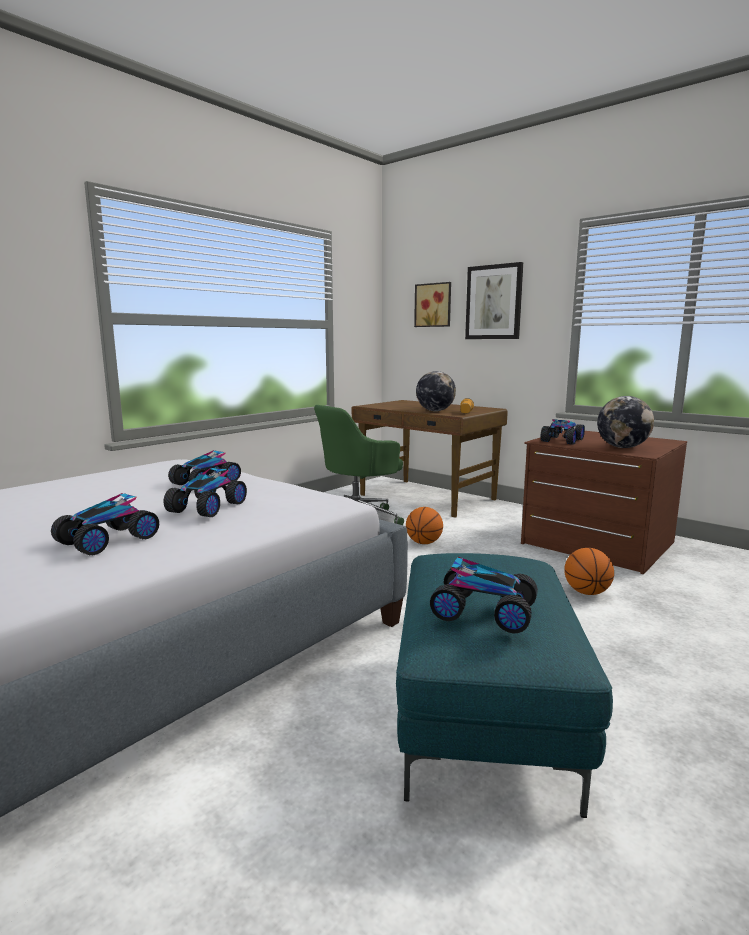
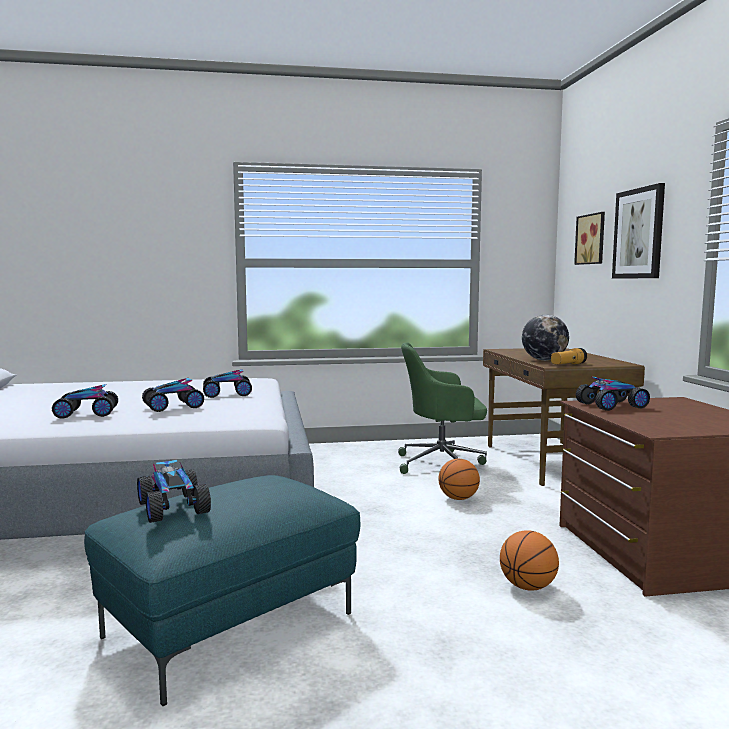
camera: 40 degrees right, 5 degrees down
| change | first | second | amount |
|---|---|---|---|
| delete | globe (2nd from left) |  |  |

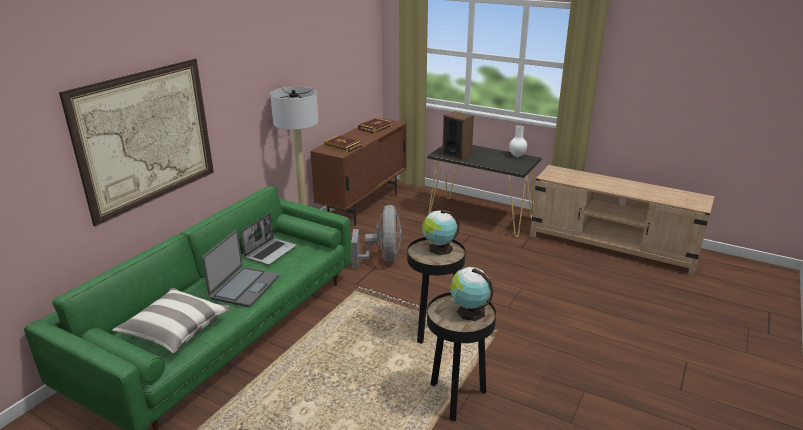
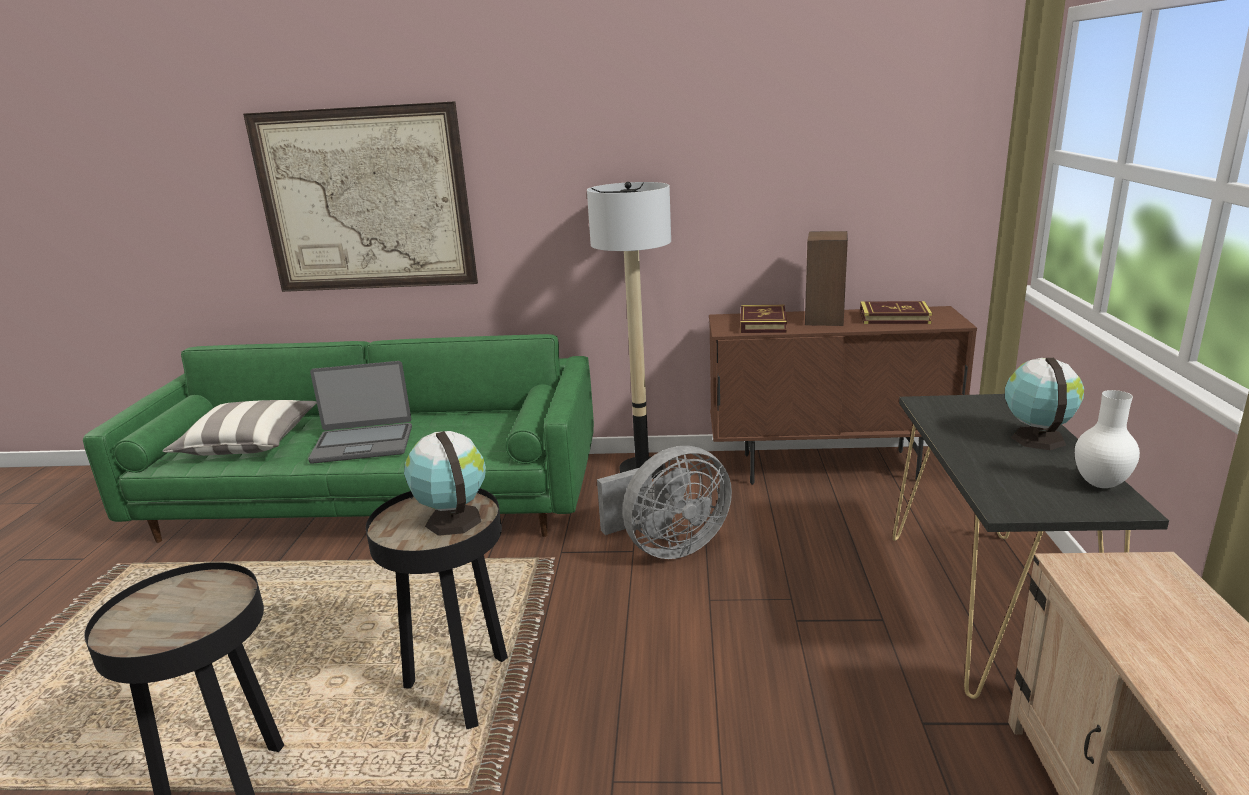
camera: 65 degrees right, 5 degrees down
| change | first | second | amount |
|---|---|---|---|
| move | speaker |  |  |
| delete | laptop (2nd from left) |  |  |
| move | globe (2nd from left) |  |  |

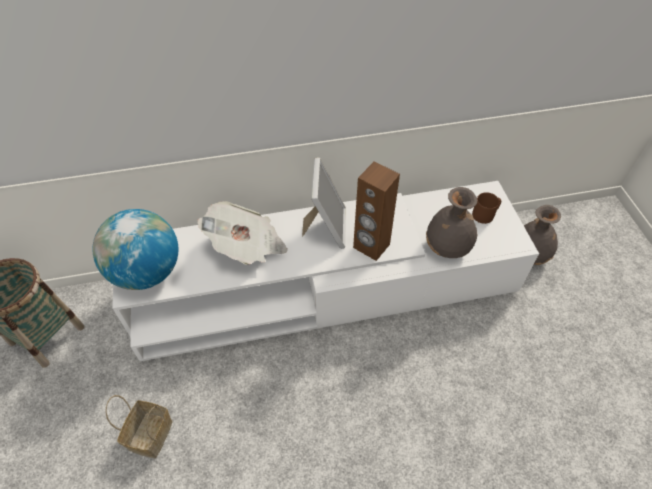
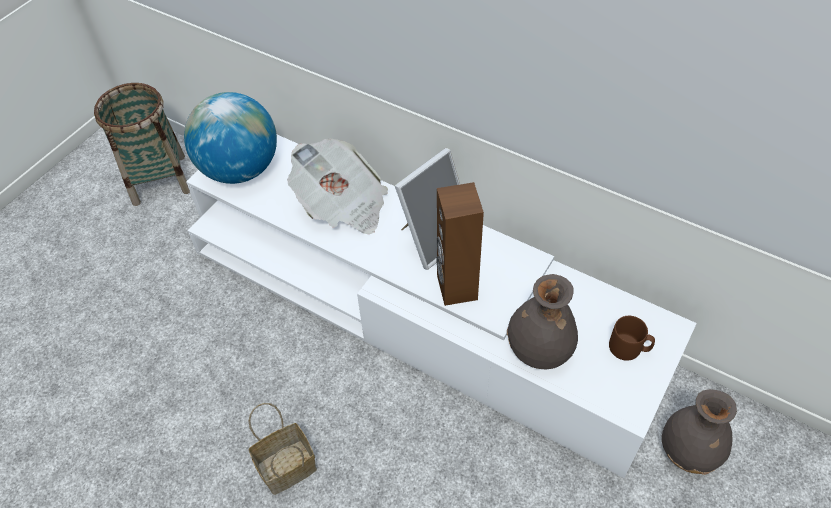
camera: 45 degrees right, 0 degrees up
| change | first | second | amount |
|---|---|---|---|
| move | basket (2nd from left) |  |  |

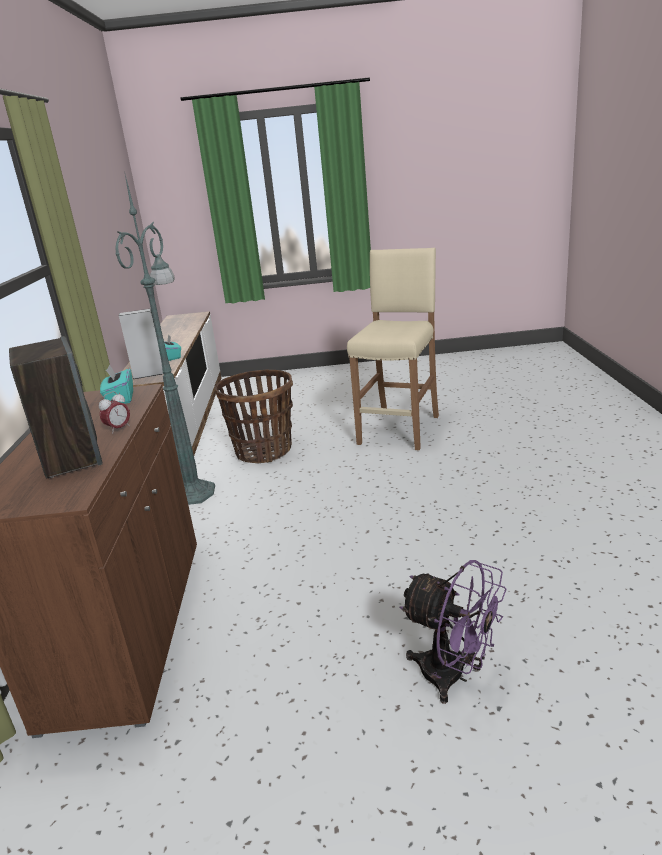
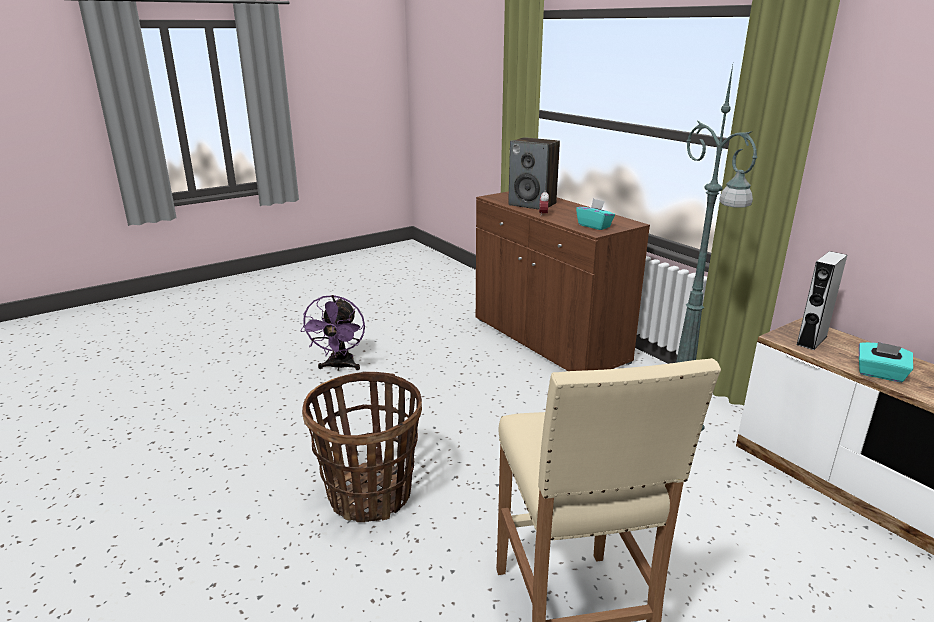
camera: 145 degrees right, 0 degrees up
| change | first | second | amount |
|---|---|---|---|
| move | basket |  |  |
| rotate | fan/purple |  | 90 degrees counterclockwise |

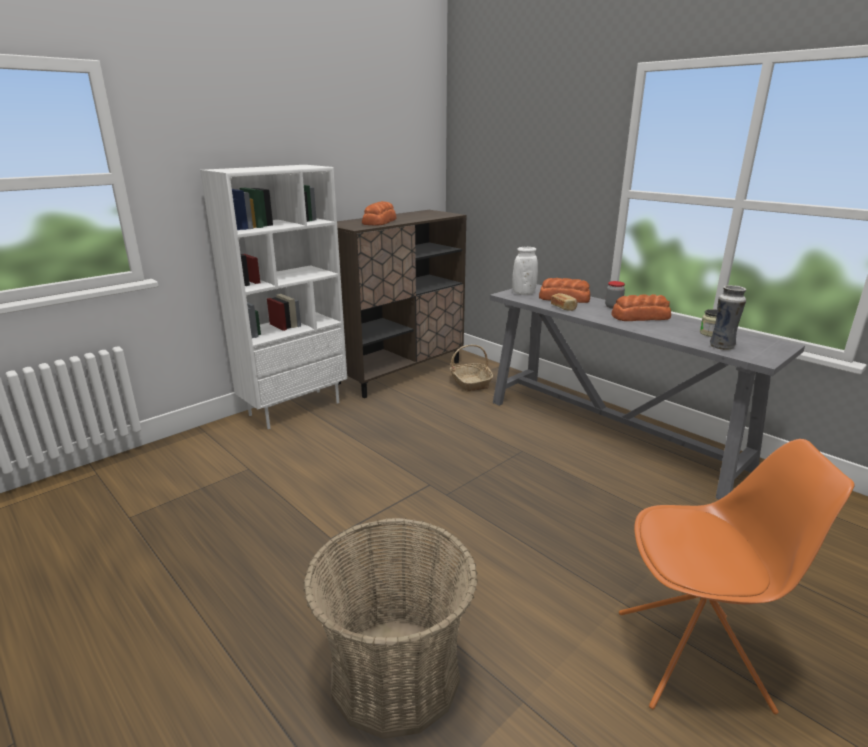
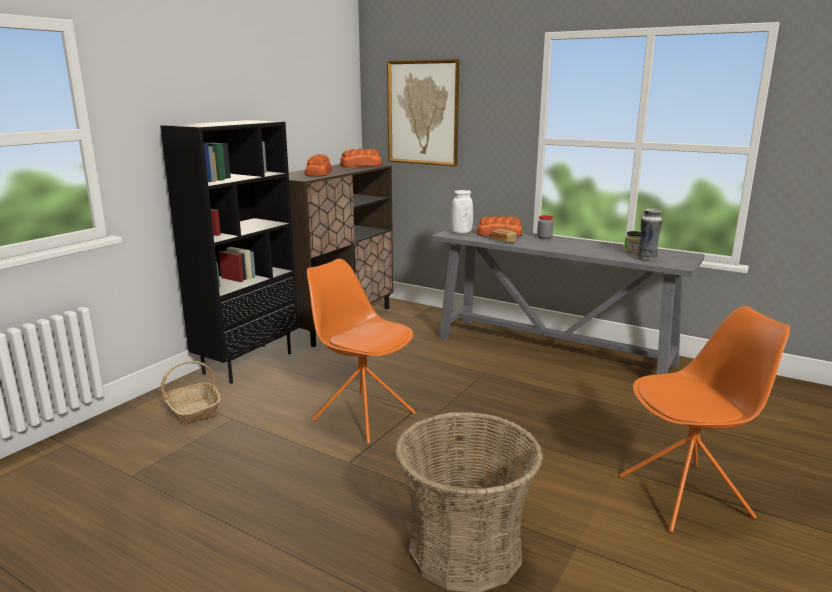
camera: 15 degrees left, 5 degrees down
| change | first | second | amount |
|---|---|---|---|
| recolor | bookcase/white | bookcase/black |  |
| move | bread (4th from left in the first image) | bread (2nd from left) |  |
| move | basket (2nd from left in the first image) | basket (1st from left) |  |
| insert |  | picture |  |
| insert |  | chair/orange (1st from left) |  |

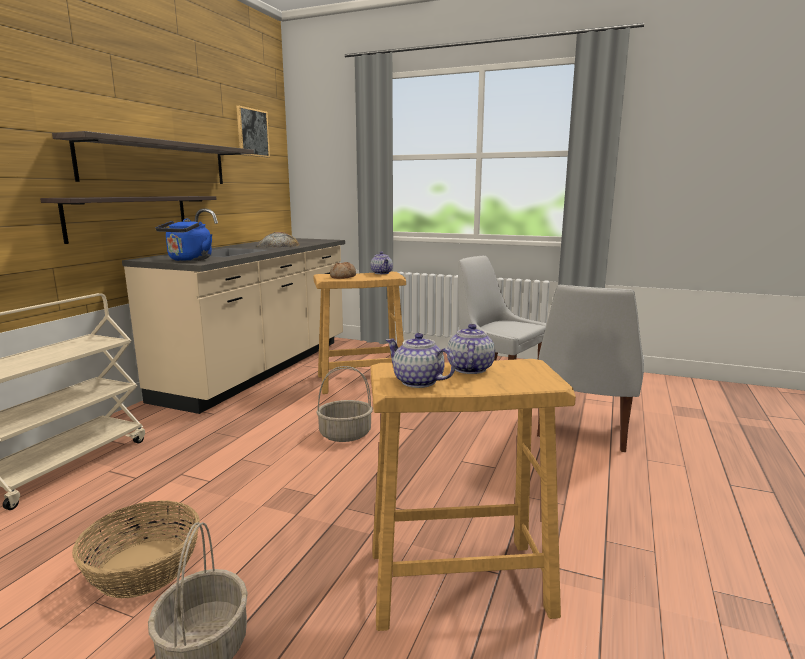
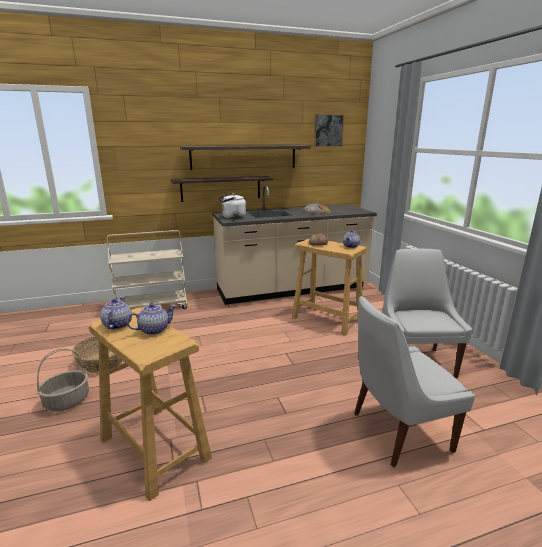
camera: 50 degrees right, 5 degrees up
| change | first | second | amount |
|---|---|---|---|
| recolor | kettle/blue | kettle/white |  |
| delete | basket (3rd from left) |  |  |

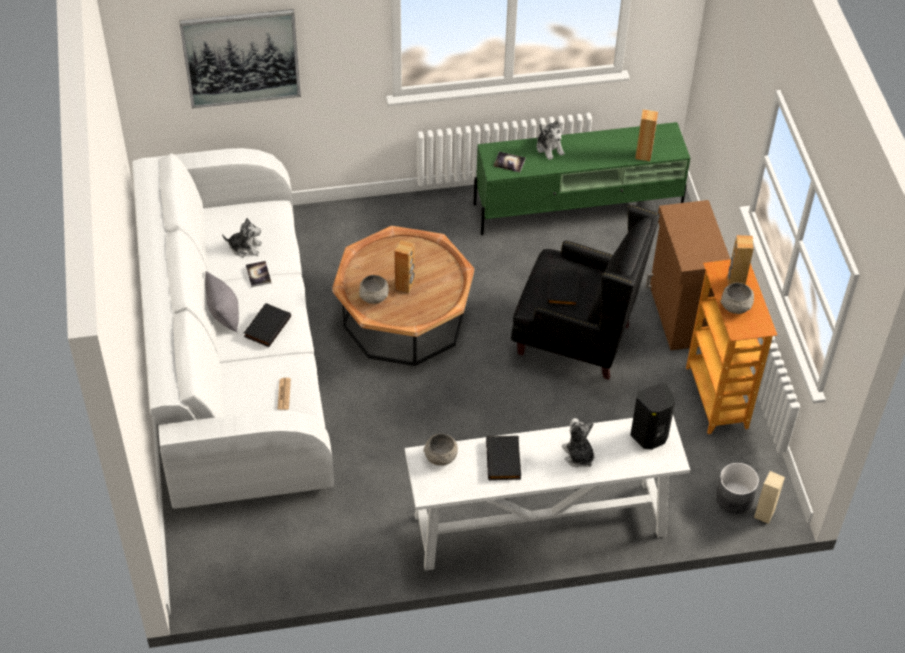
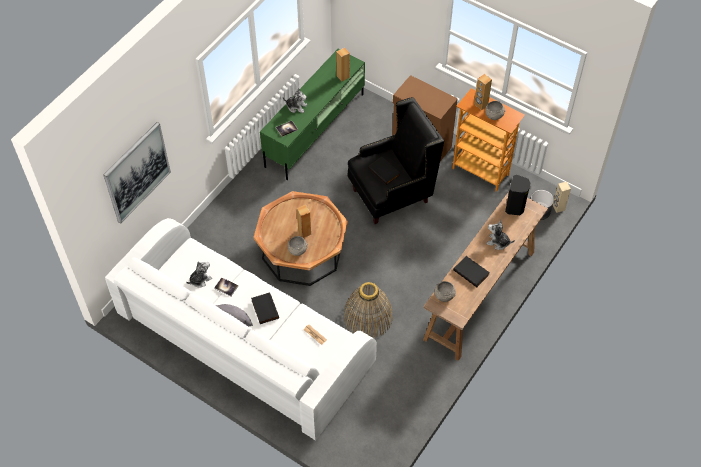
camera: 45 degrees left, 5 degrees up
| change | first | second | amount |
|---|---|---|---|
| recolor | console table/white | console table/brown |  |
| insert |  | basket |  |

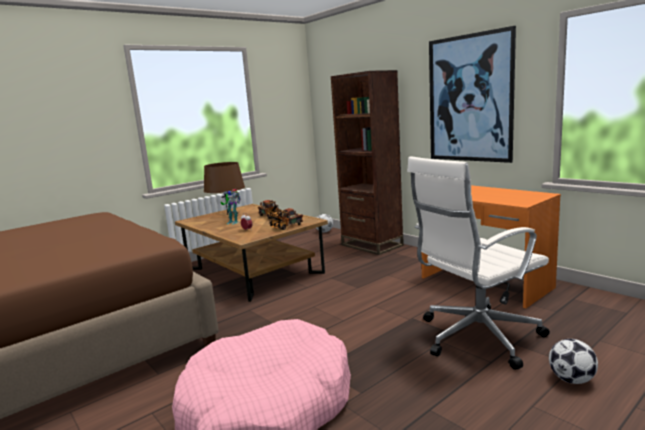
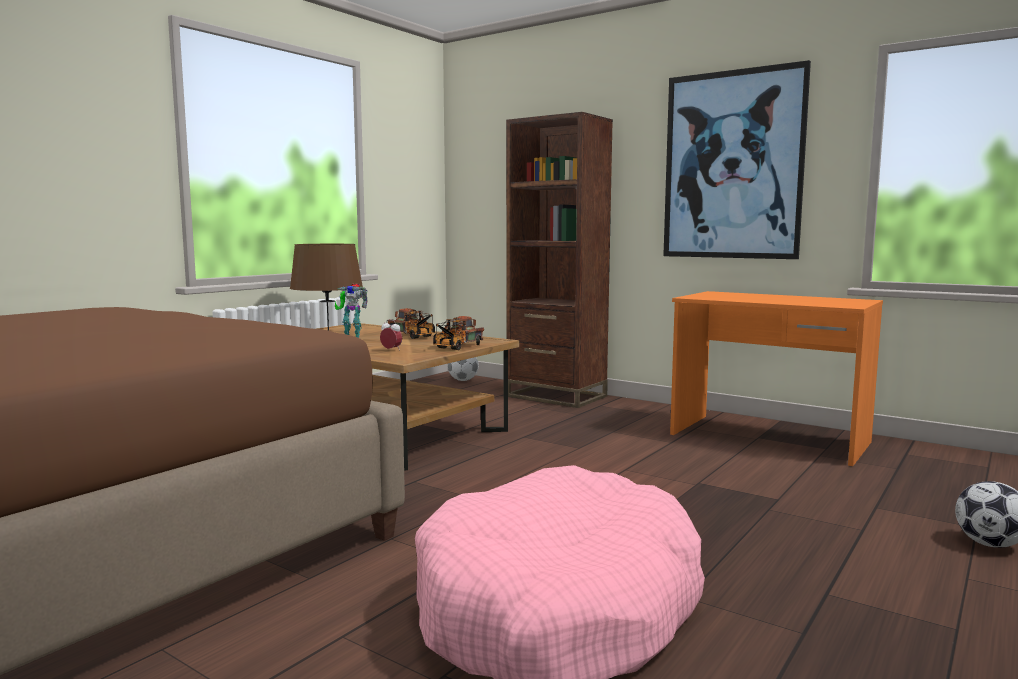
camera: 15 degrees left, 5 degrees down
| change | first | second | amount |
|---|---|---|---|
| delete | office chair/white |  |  |

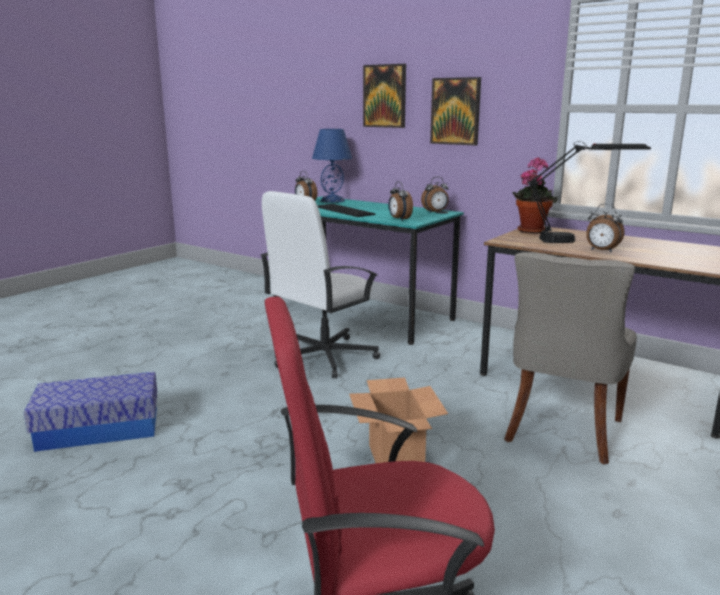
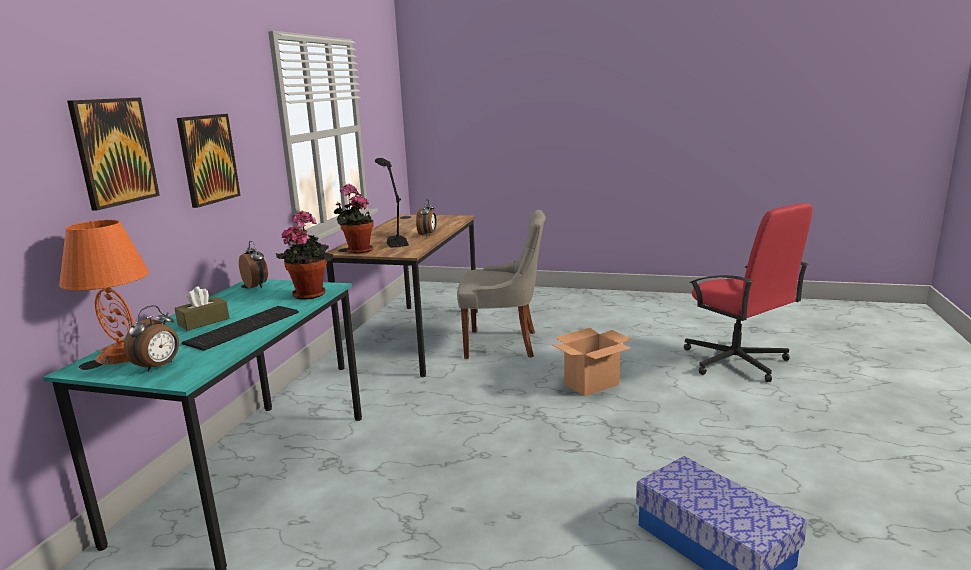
camera: 110 degrees left, 0 degrees up
| change | first | second | amount |
|---|---|---|---|
| recolor | table lamp/blue | table lamp/orange |  |
| replace | alarm clock (2nd from left) | potted plant (1st from left) |  |
| delete | office chair/white |  |  |
| insert |  | tissue box/brown |  |

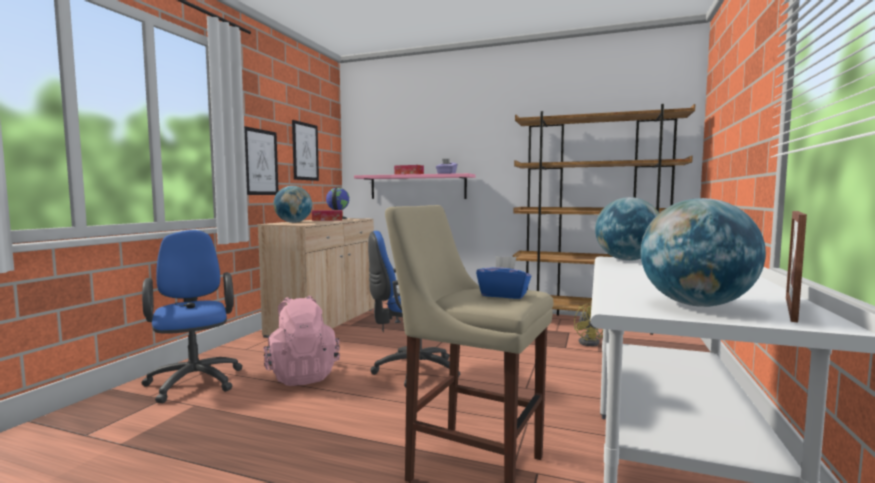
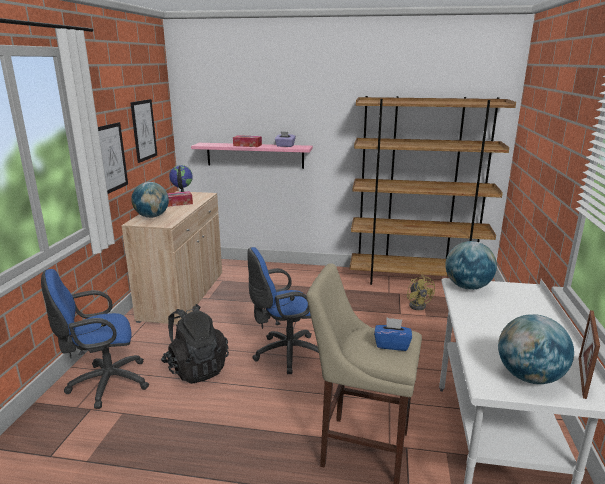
camera: 10 degrees left, 15 degrees up
| change | first | second | amount |
|---|---|---|---|
| rotate | office chair/blue (1st from left) |  | 75 degrees counterclockwise |
| recolor | backpack/pink | backpack/black |  |

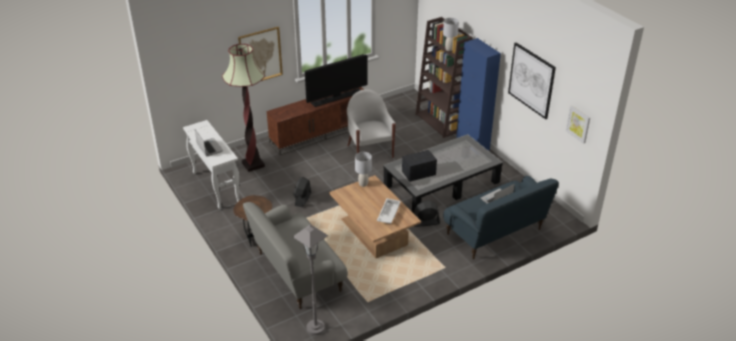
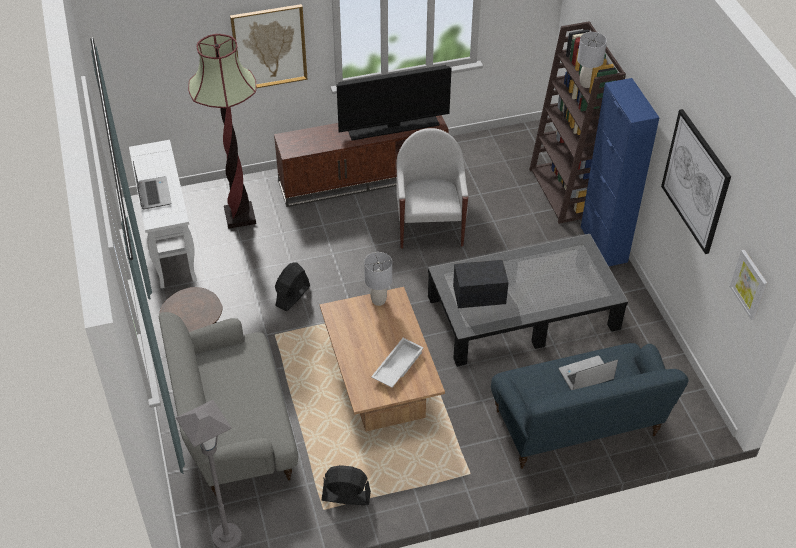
camera: 15 degrees right, 10 degrees up
| change | first | second | amount |
|---|---|---|---|
| move | fan/black (2nd from left) |  |  |

